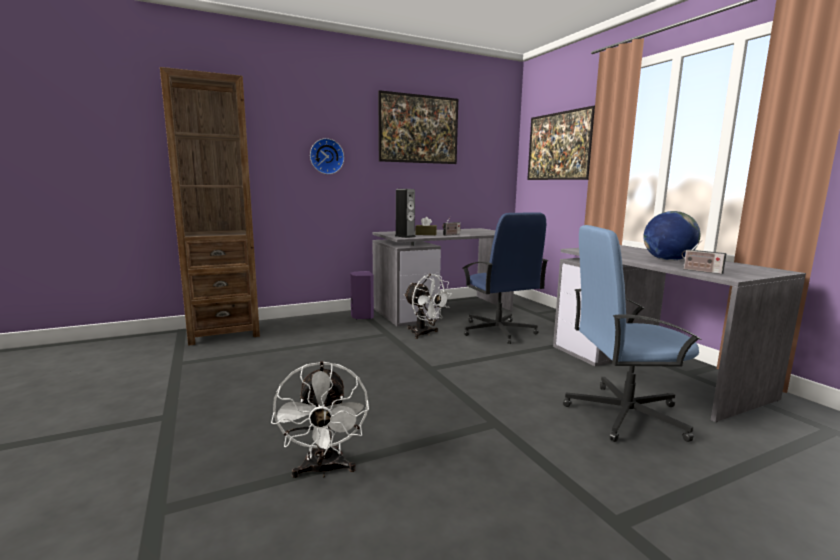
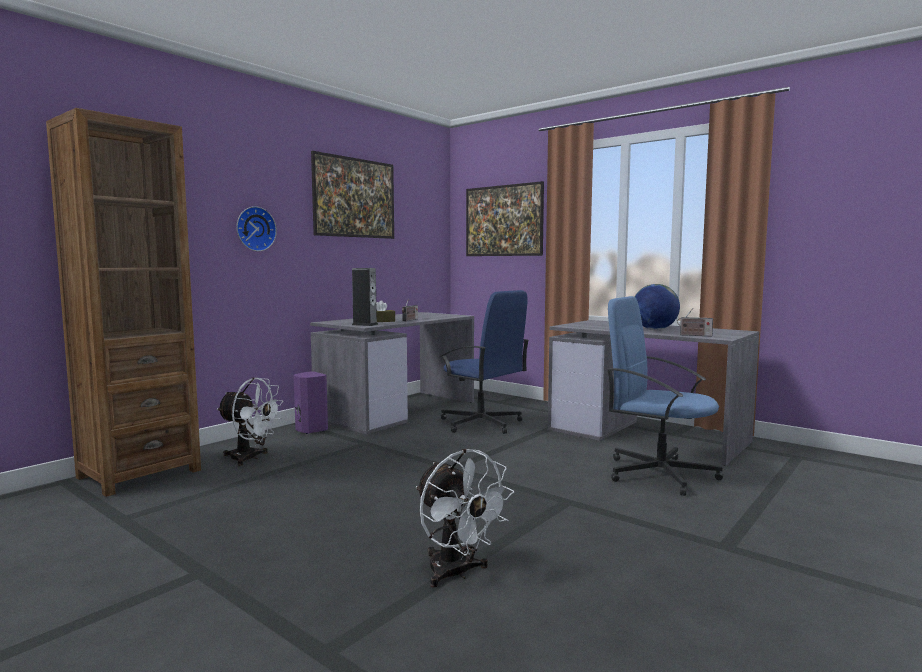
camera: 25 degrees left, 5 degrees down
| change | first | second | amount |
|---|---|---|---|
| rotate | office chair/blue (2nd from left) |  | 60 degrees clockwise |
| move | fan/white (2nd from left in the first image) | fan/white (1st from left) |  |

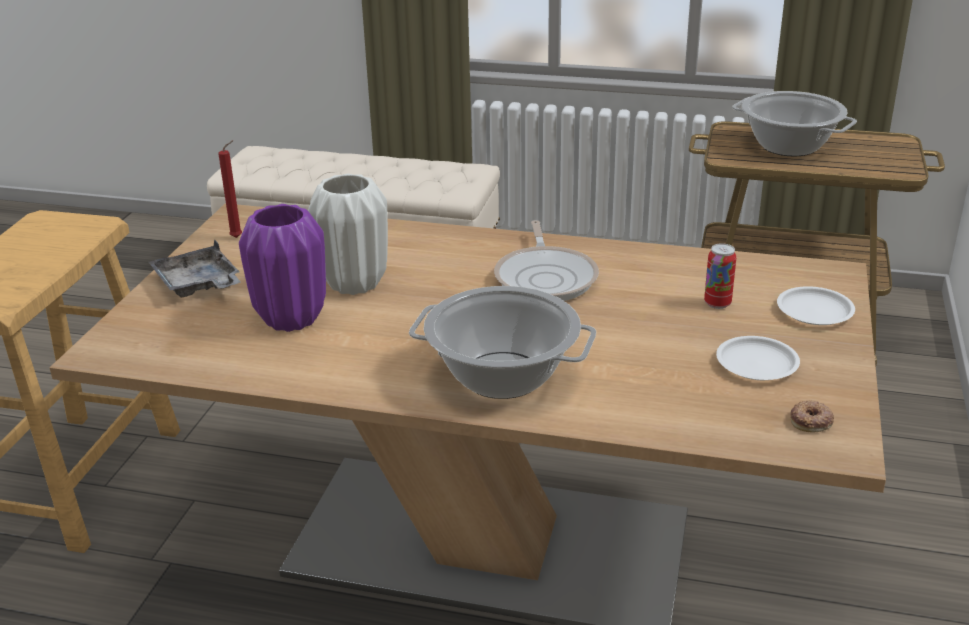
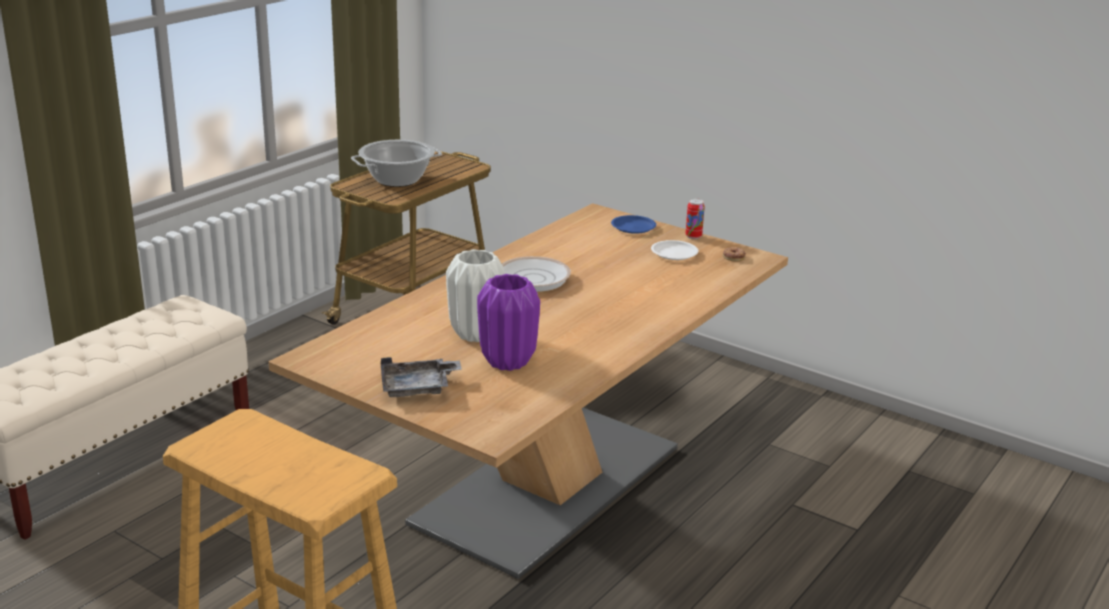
camera: 70 degrees left, 5 degrees down
| change | first | second | amount |
|---|---|---|---|
| delete | candle/red |  |  |
| move | can |  |  |
| delete | cooking pot (1st from left) |  |  |
| recolor | plate/white (2nd from left) | plate/blue |  |

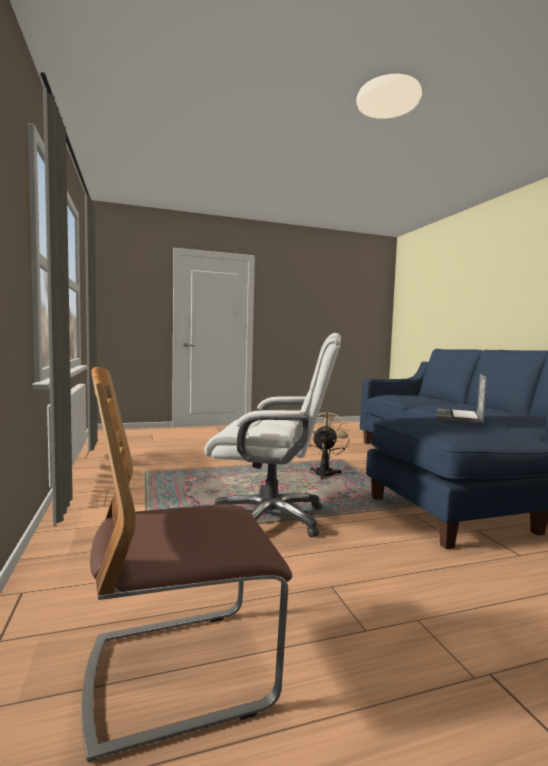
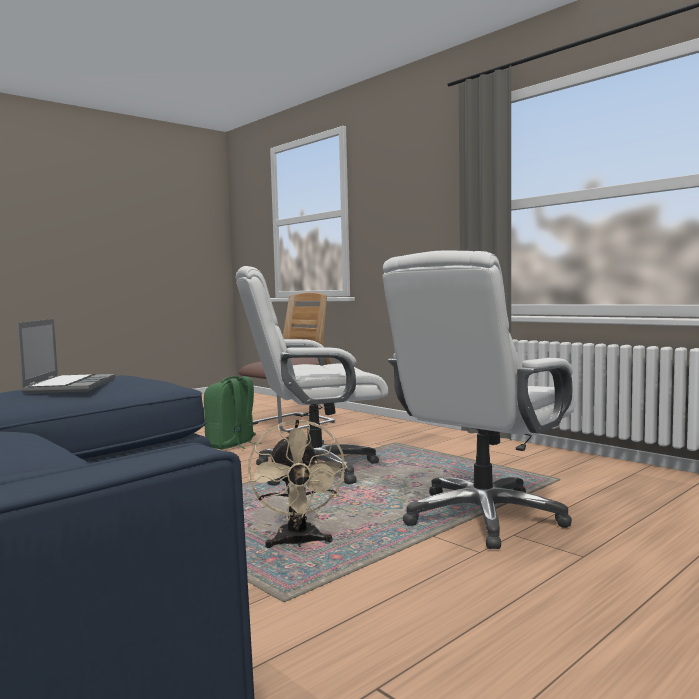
camera: 155 degrees right, 0 degrees up
| change | first | second | amount |
|---|---|---|---|
| insert |  | office chair/white (2nd from left) |  |
| insert |  | backpack/green |  |

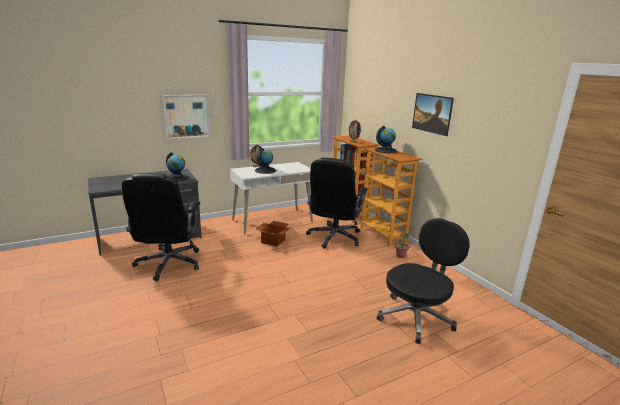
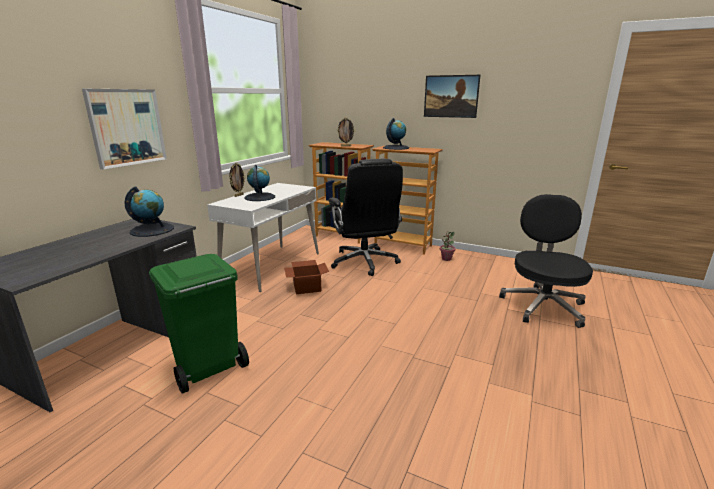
camera: 35 degrees left, 0 degrees up
| change | first | second | amount |
|---|---|---|---|
| replace | office chair/black (1st from left) | trash can/green |  |

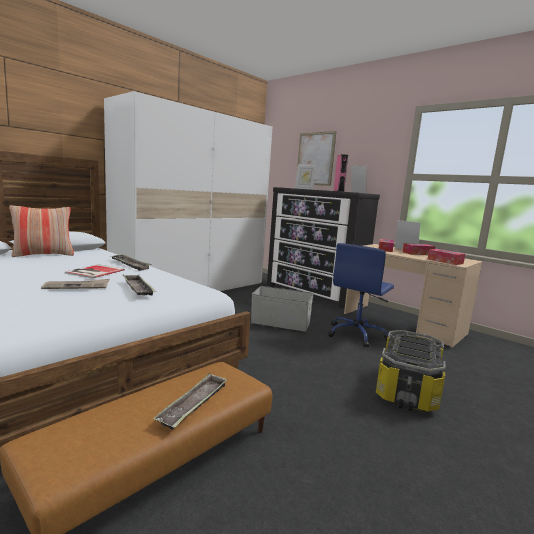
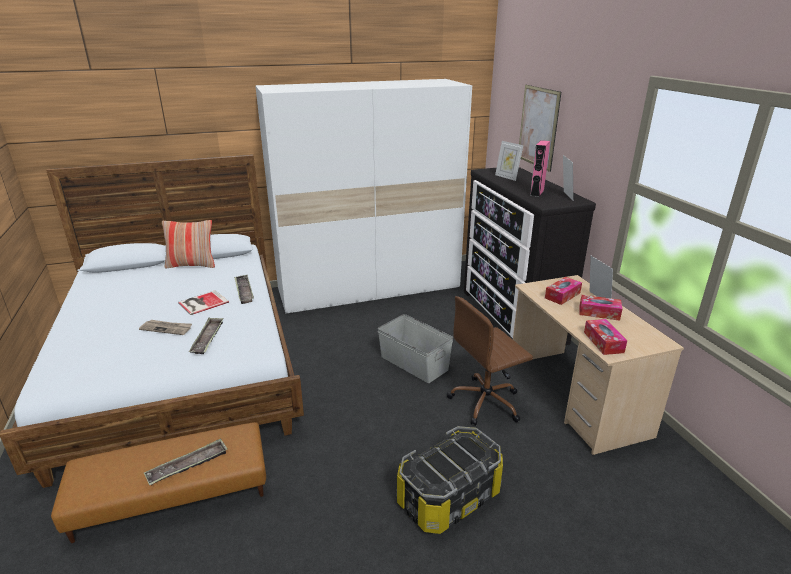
camera: 30 degrees right, 15 degrees up
| change | first | second | amount |
|---|---|---|---|
| recolor | office chair/blue | office chair/brown |  |

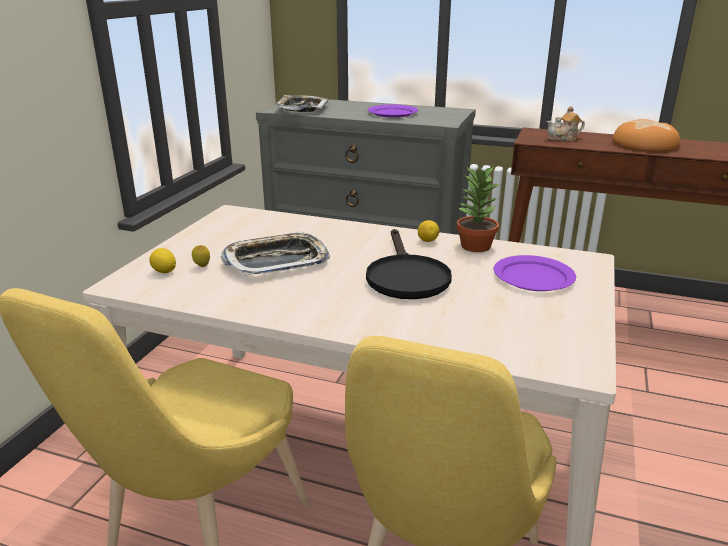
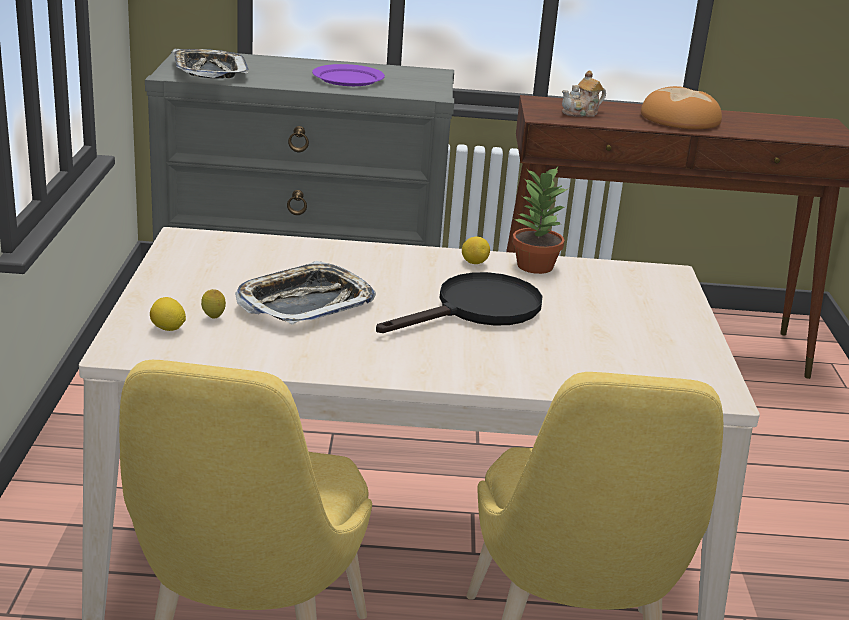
camera: 20 degrees left, 0 degrees up
| change | first | second | amount |
|---|---|---|---|
| rotate | frying pan/black |  | 105 degrees counterclockwise |
| delete | plate/purple (2nd from left) |  |  |

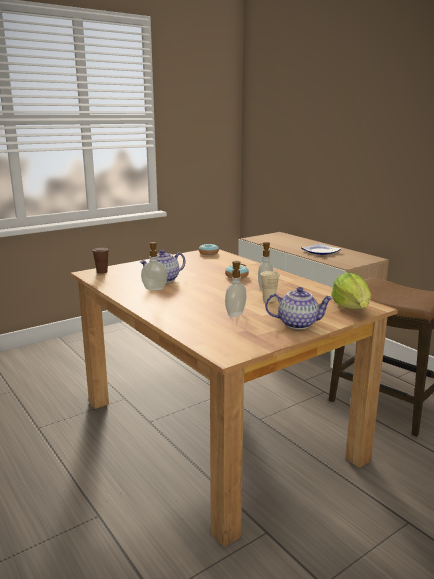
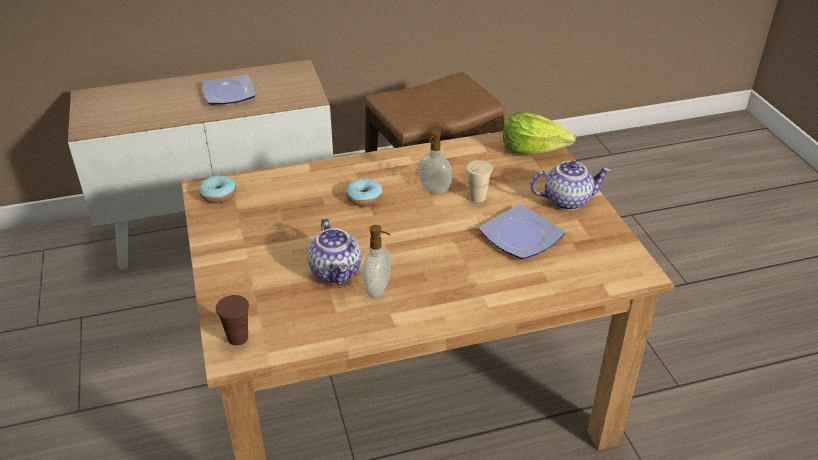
camera: 70 degrees left, 20 degrees up
| change | first | second | amount |
|---|---|---|---|
| replace | soap dispenser (2nd from left) | plate (2nd from left) |  |
| rotate | teapot (2nd from left) |  | 60 degrees clockwise |

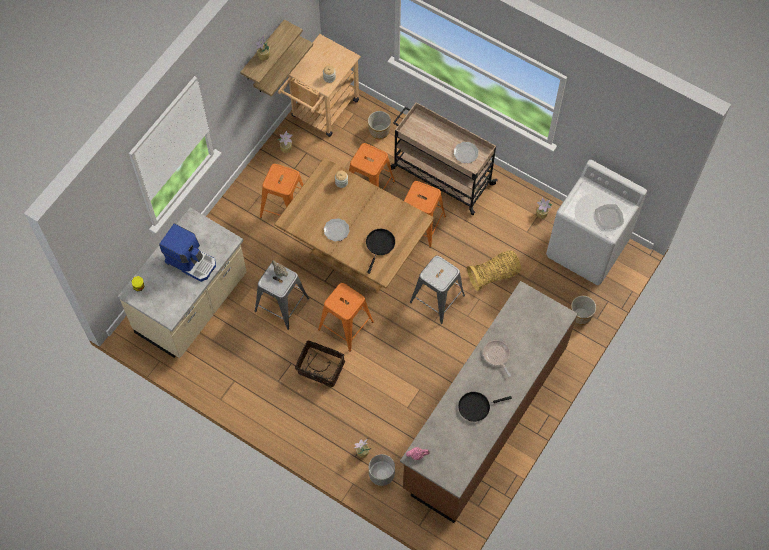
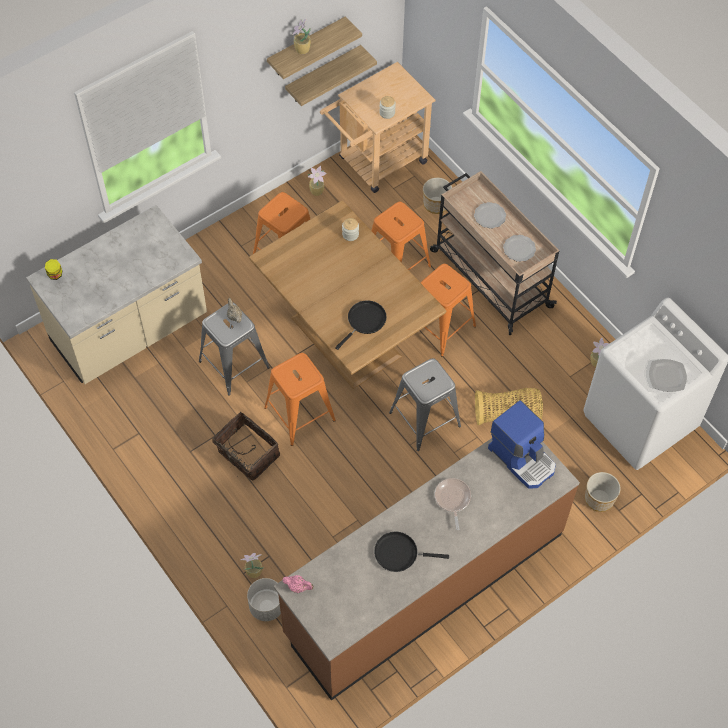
camera: 20 degrees right, 5 degrees down
| change | first | second | amount |
|---|---|---|---|
| move | plate (1st from left) |  |  |
| move | coffee machine |  |  |

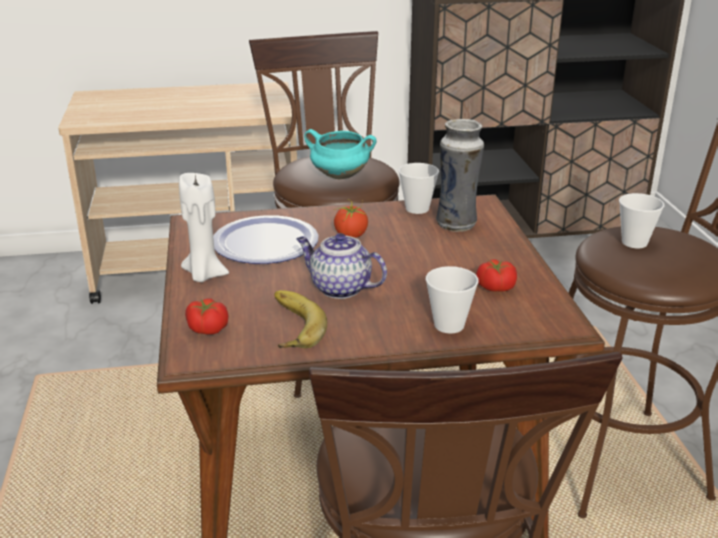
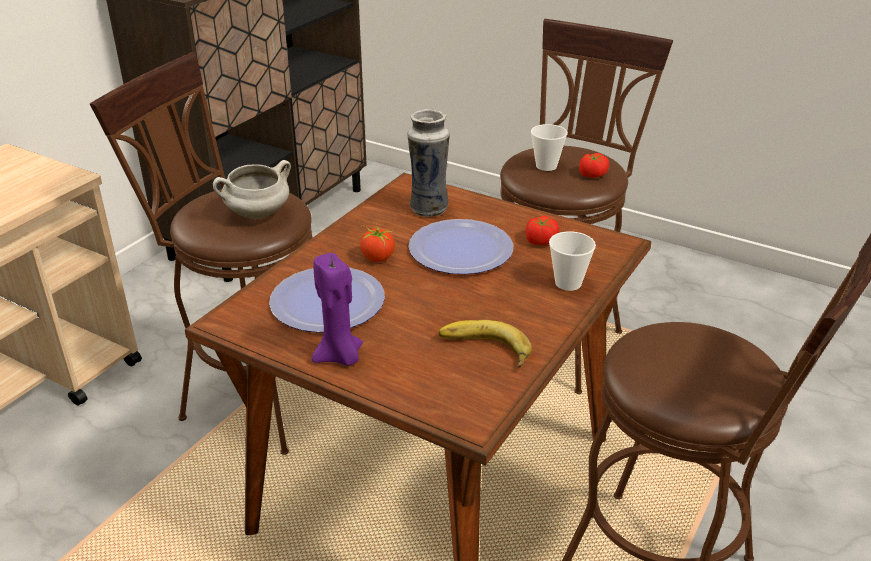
camera: 50 degrees left, 5 degrees up
| change | first | second | amount |
|---|---|---|---|
| recolor | cooking pot/turquoise | cooking pot/white |  |
| delete | cup (1st from left) |  |  |
| recolor | candle/white | candle/purple |  |
| delete | teapot |  |  |
| move | tomato (1st from left in the first image) | tomato (3rd from left) |  |
| insert |  | plate (2nd from left) |  |

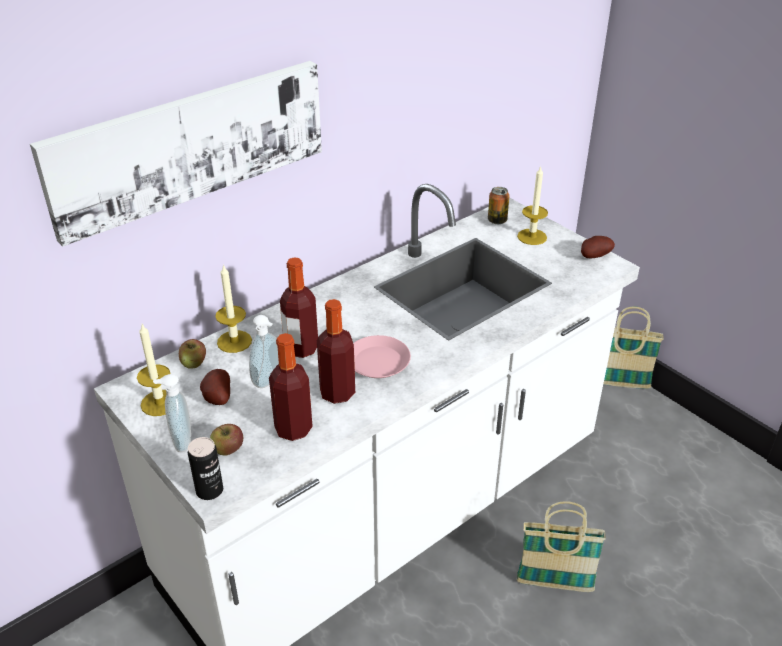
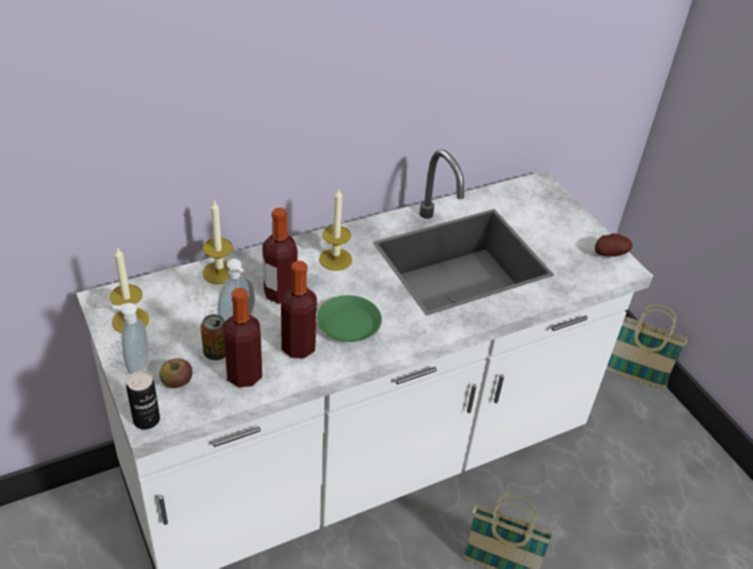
camera: 10 degrees right, 5 degrees up
| change | first | second | amount |
|---|---|---|---|
| delete | picture |  |  |
| move | candle (3rd from left) |  |  |
| move | can (2nd from left) |  |  |
| recolor | plate/pink | plate/green |  |
| delete | apple (1st from left) |  |  |
| delete | potato (1st from left) |  |  |

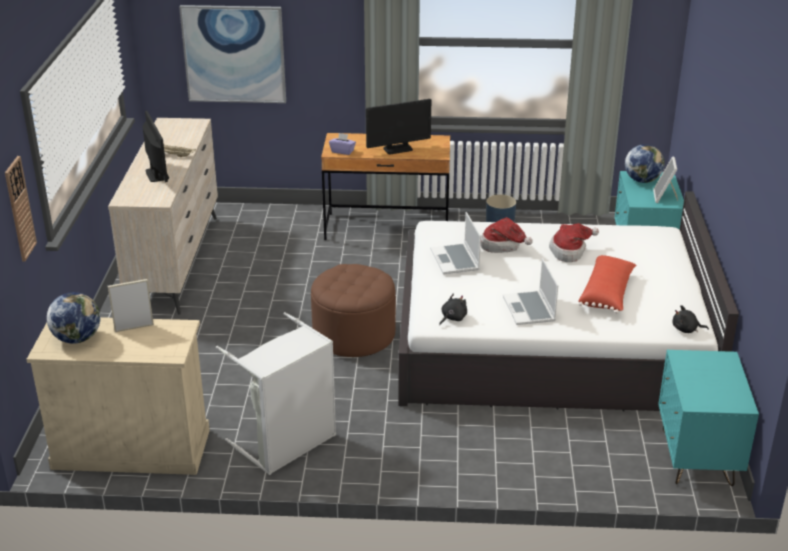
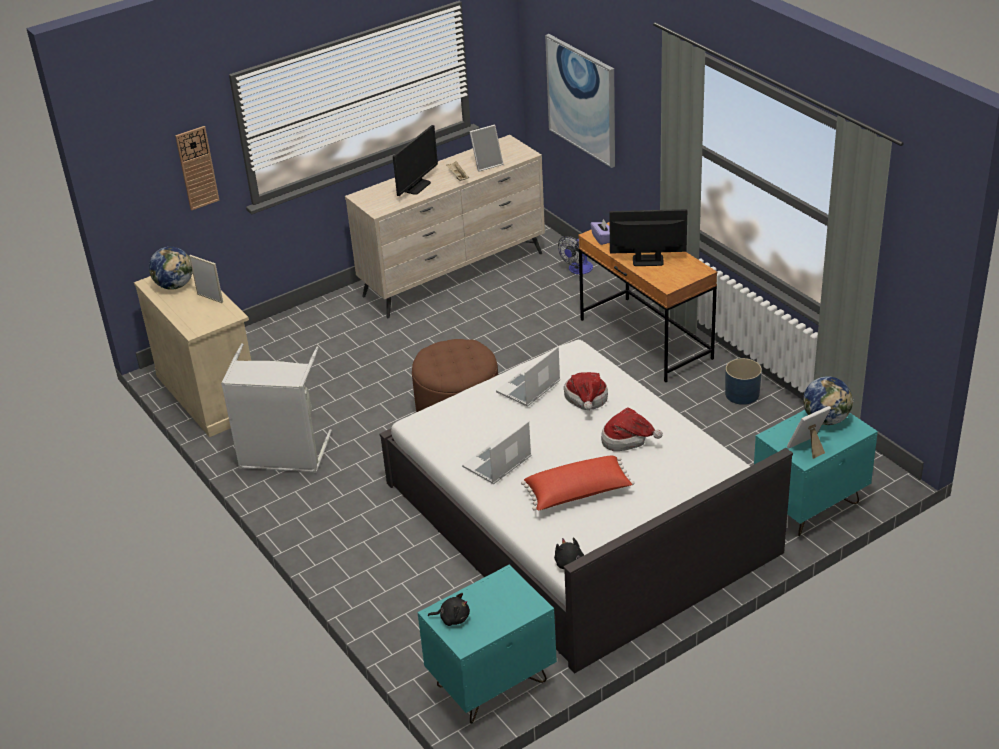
camera: 55 degrees right, 5 degrees up
| change | first | second | amount |
|---|---|---|---|
| rotate | monitor (2nd from left) |  | 150 degrees clockwise |
| move | plush toy/black (1st from left) |  |  |
| insert |  | picture frame (2nd from left) |  |
| insert |  | fan |  |

